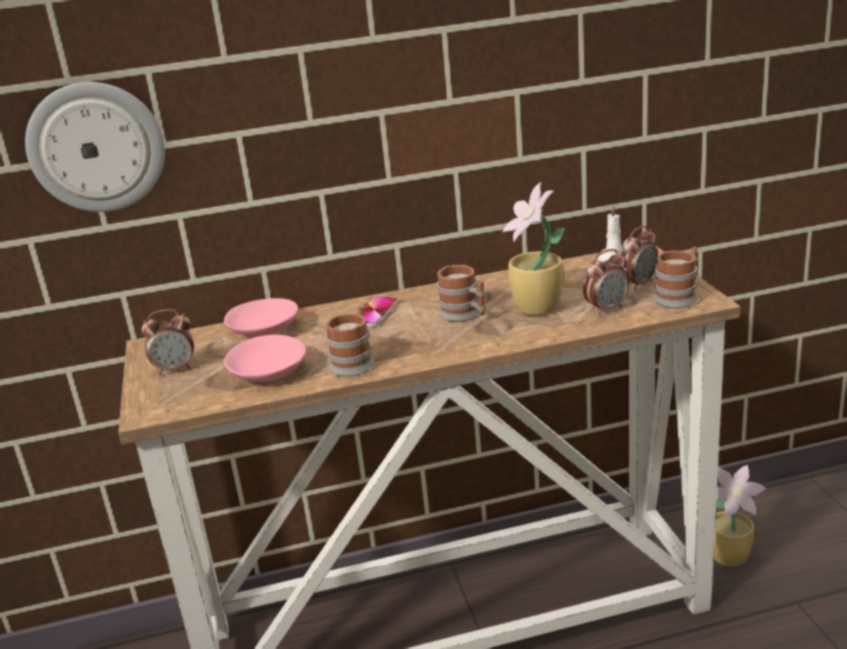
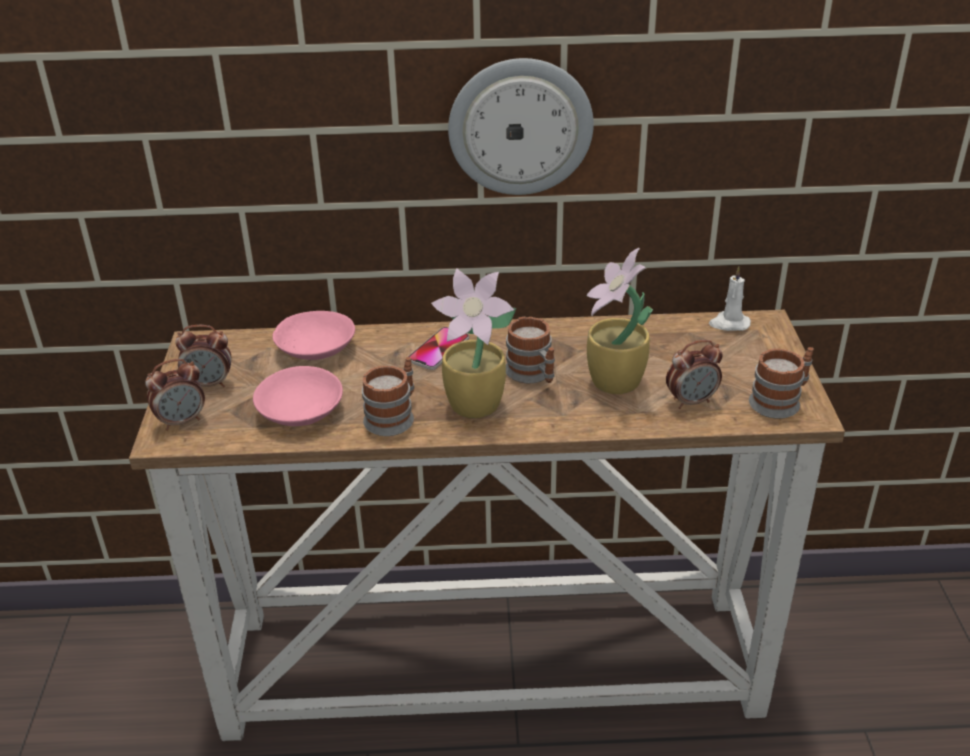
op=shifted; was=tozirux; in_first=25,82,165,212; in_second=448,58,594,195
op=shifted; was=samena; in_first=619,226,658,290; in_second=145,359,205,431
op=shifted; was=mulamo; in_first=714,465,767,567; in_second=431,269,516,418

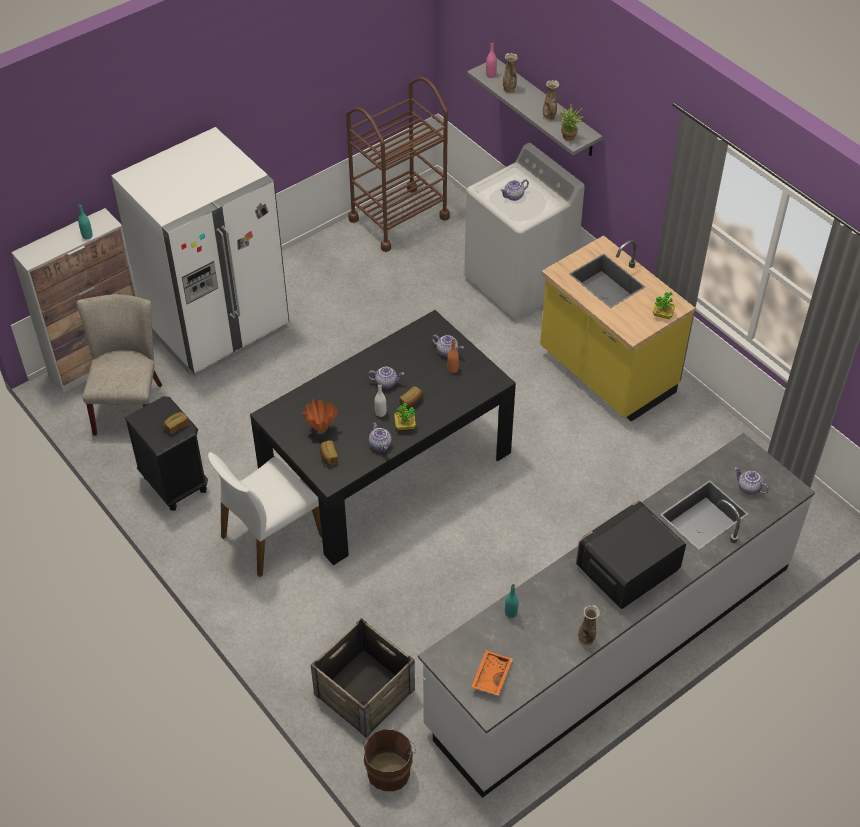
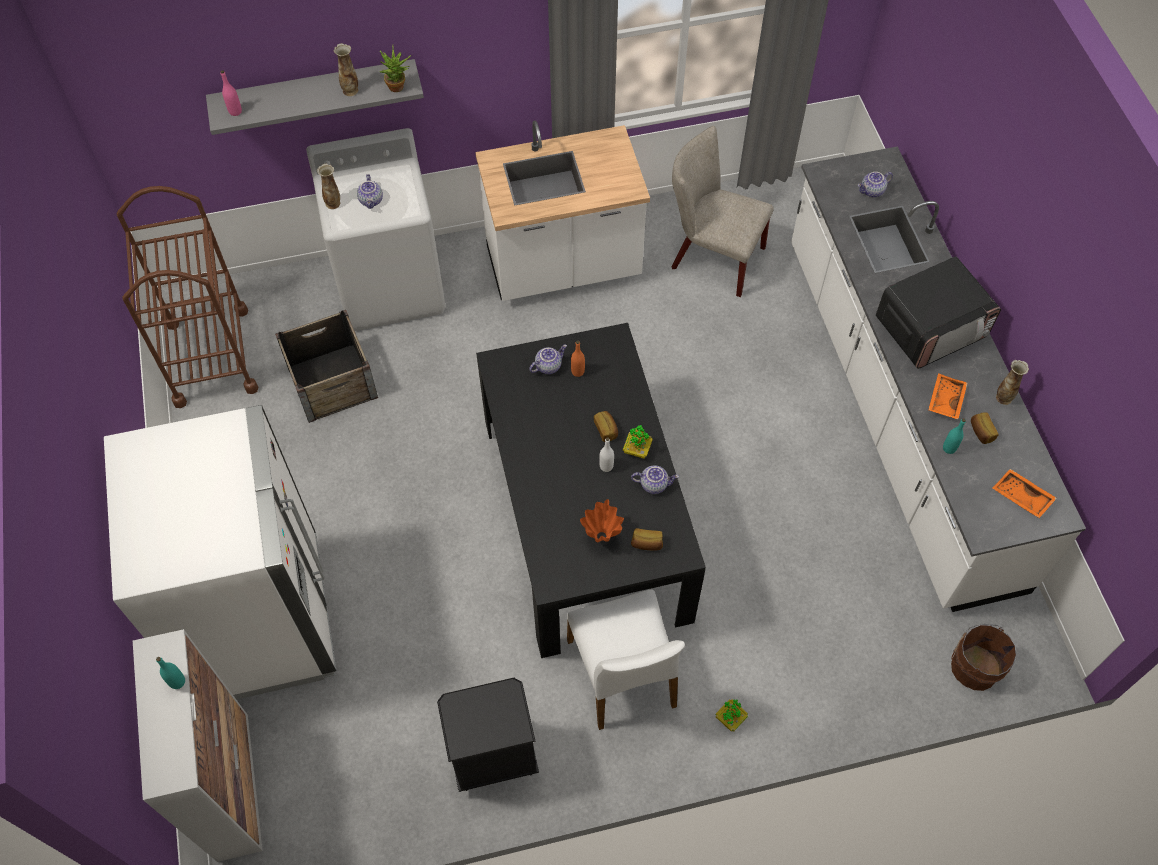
op=gone; was=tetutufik; in_first=368,367,404,389
op=new; now=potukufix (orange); in_second=928,373,968,420
op=shifted; was=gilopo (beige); in_first=77,294,162,436; in_second=672,126,774,297
op=shifted; was=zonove; in_first=163,412,188,435; in_second=971,412,999,444
op=shifted; was=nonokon; in_first=311,618,415,737; in_second=275,310,378,423
op=shifted; was=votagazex; in_first=503,53,518,93; in_second=317,164,340,209
op=shifted; was=mulamo; in_first=653,292,675,320; in_second=715,699,748,732
op=repainted; was=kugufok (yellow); now=kugufok (white); in_first=540,235,695,422; in_second=475,121,650,301
op=rotated; was=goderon; in_first=576,501,686,609; in_second=876,257,1001,369; clockwise=-105

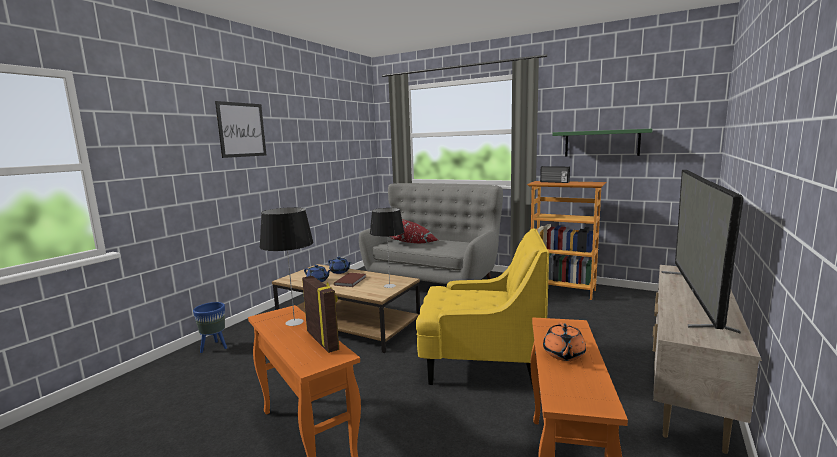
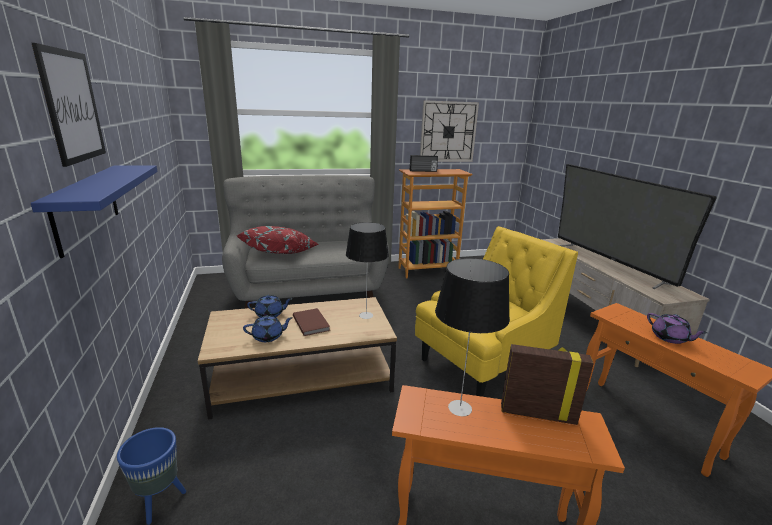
op=new; now=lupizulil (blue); in_second=31,165,158,258
op=swapped; was=lupizulil (green); now=tozirux; in_first=552,129,653,156; in_second=420,100,479,162
op=repainted; was=tetutufik (orange); now=tetutufik (purple); in_first=543,322,586,361; in_second=647,313,707,344

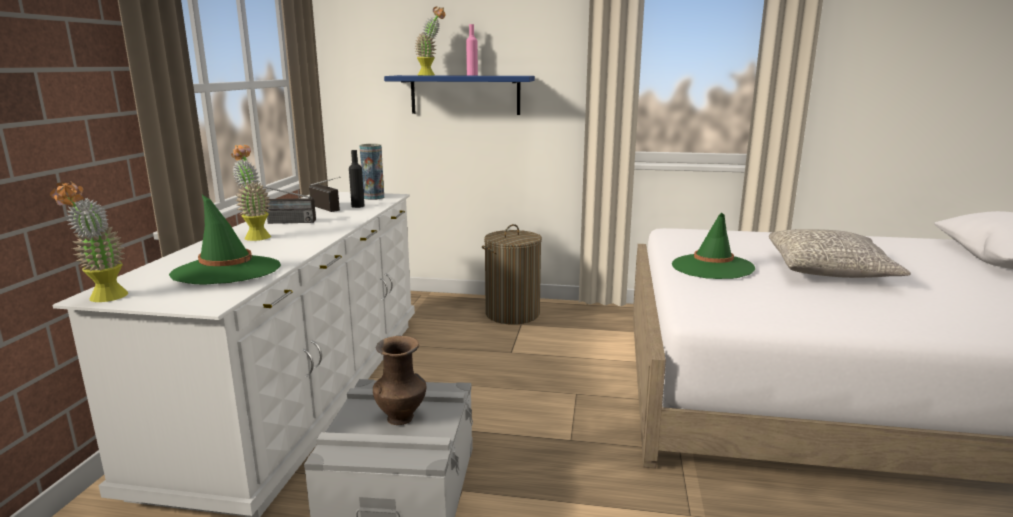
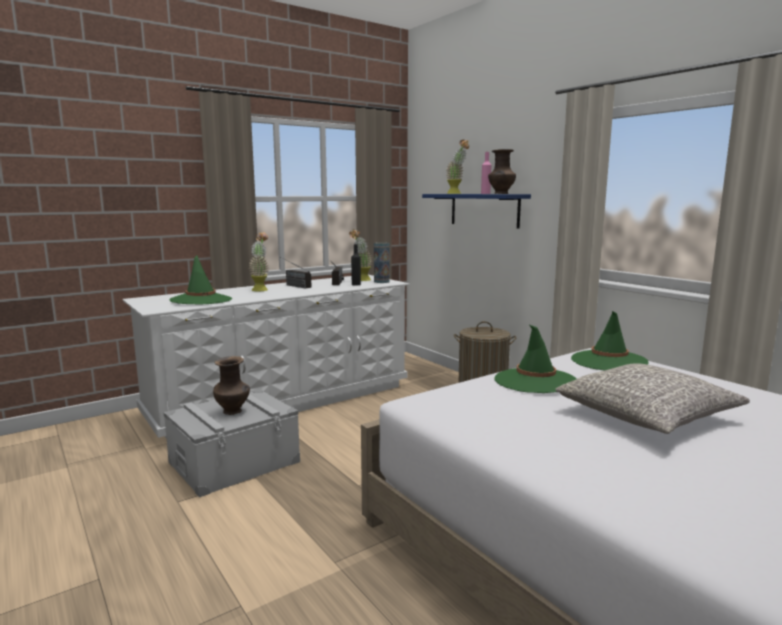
op=new; now=votagazex (brown); in_second=488,149,516,194
op=new; now=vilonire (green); in_second=571,311,649,370
op=shifted; was=mulamo; in_first=50,182,128,302; in_second=349,229,372,281

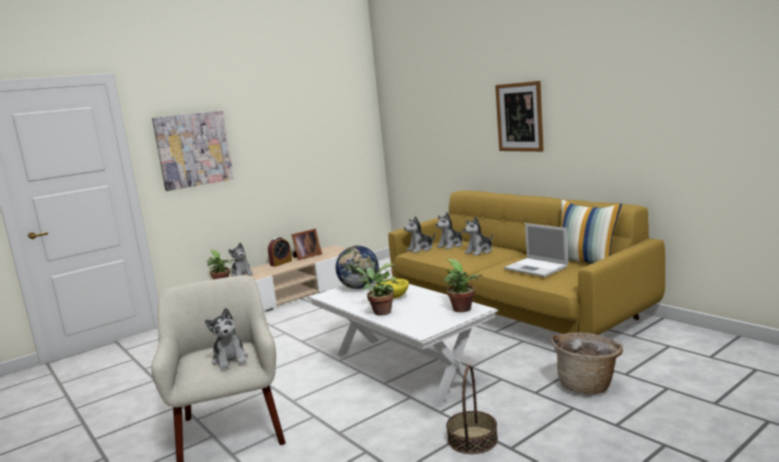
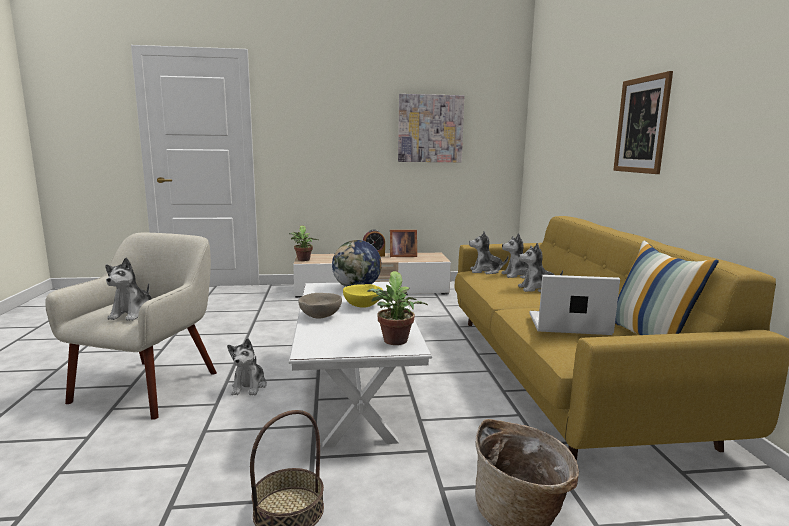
op=shifted; was=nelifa; in_first=152,110,234,191; in_second=398,94,465,162
op=shifted; was=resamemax; in_first=228,243,253,277; in_second=227,338,267,396
op=swapped; was=mulamo; now=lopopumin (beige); in_first=355,263,399,316; in_second=298,293,342,319
op=rotated; was=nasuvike; in_first=504,223,568,277; in_second=529,275,620,335; clockwise=105

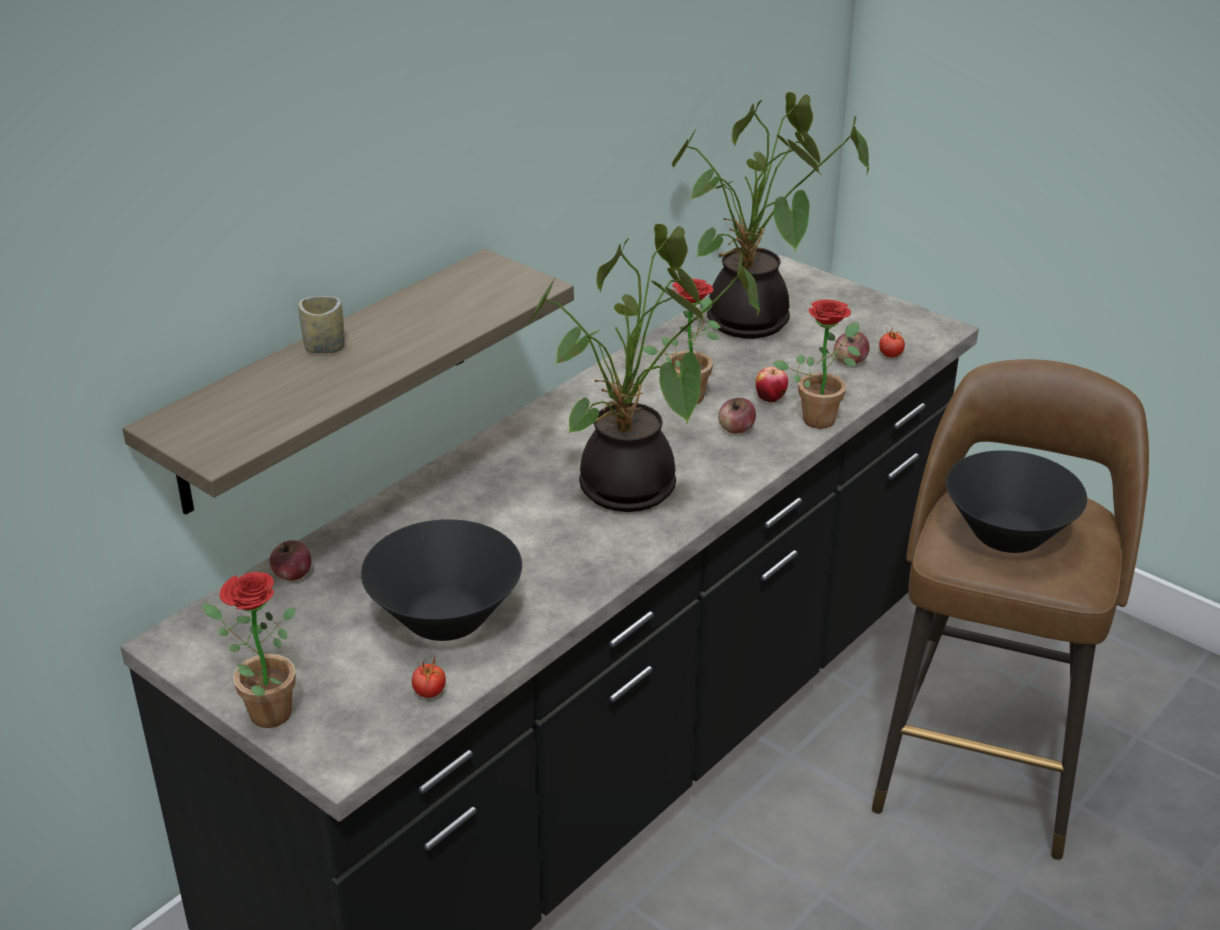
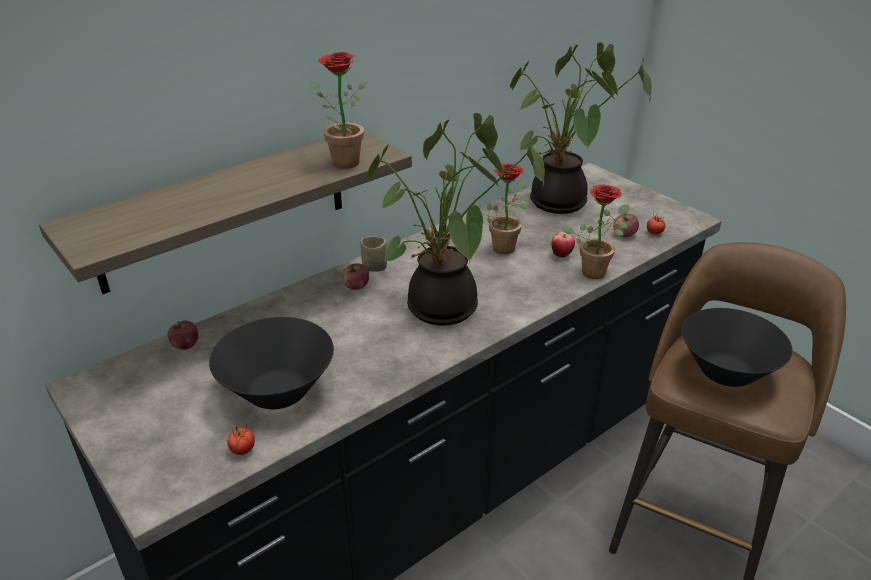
op=shifted; was=mulamo; in_first=202,572,296,728; in_second=309,52,367,169
op=shifted; was=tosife; in_first=298,296,345,354; in_second=360,236,387,272
op=shifted; was=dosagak; in_first=718,398,756,434; in_second=342,263,369,290

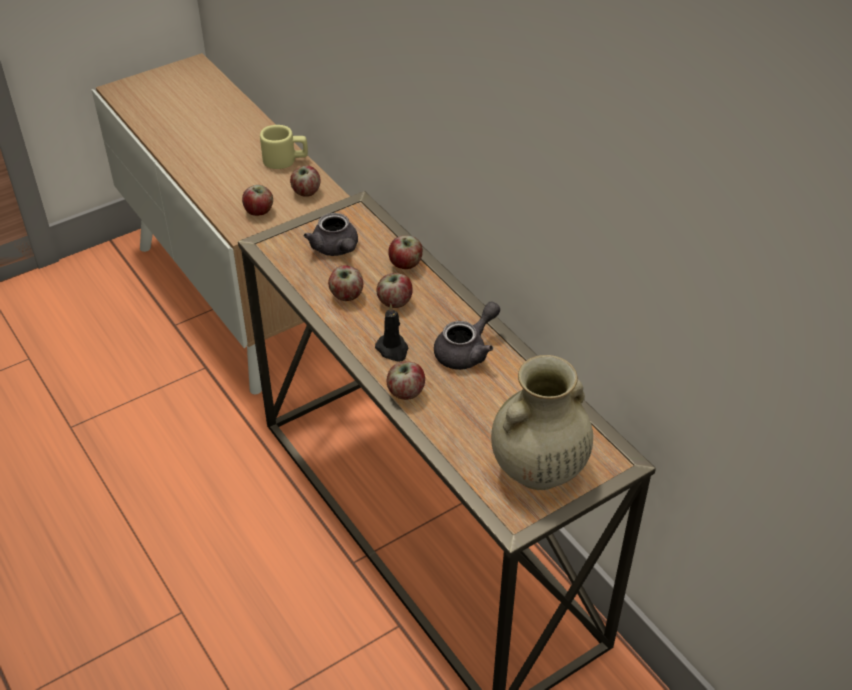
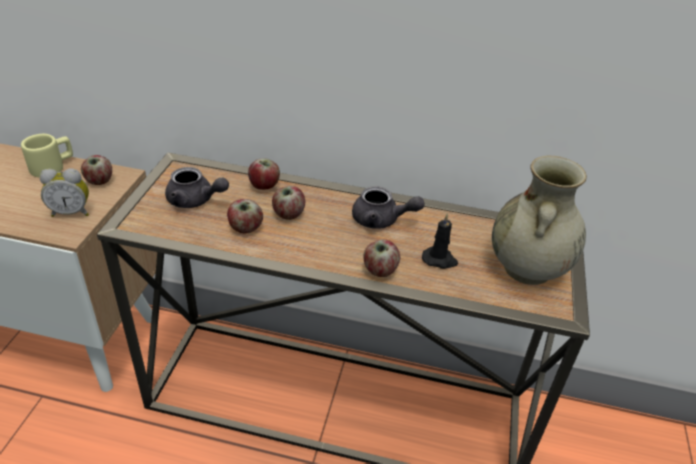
op=shifted; was=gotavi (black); in_first=375,304,408,362; in_second=422,213,458,269
op=swapped; was=dosagak; now=samena; in_first=242,185,273,216; in_second=40,168,89,217
op=rotated; was=tetutufik (grey); in_first=434,301,500,370; in_second=352,186,425,229; clockwise=105

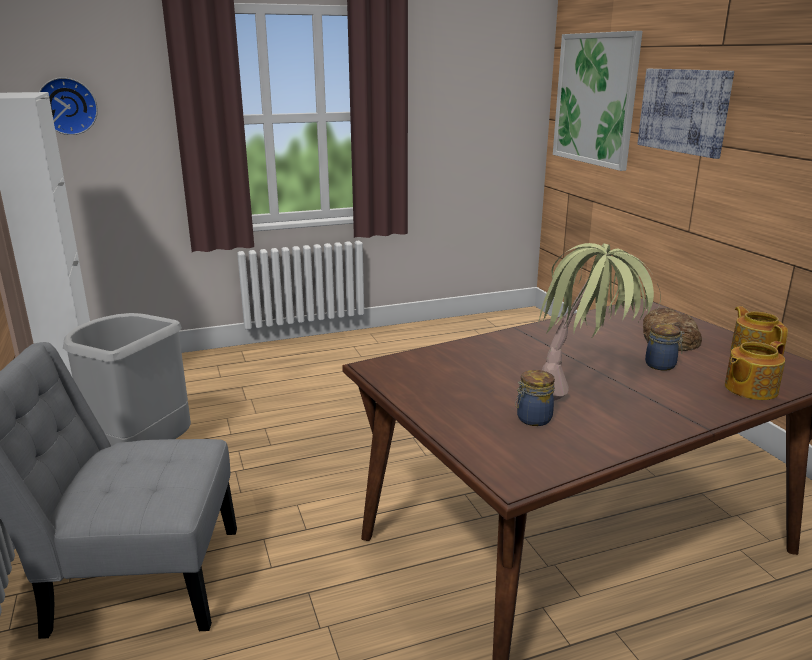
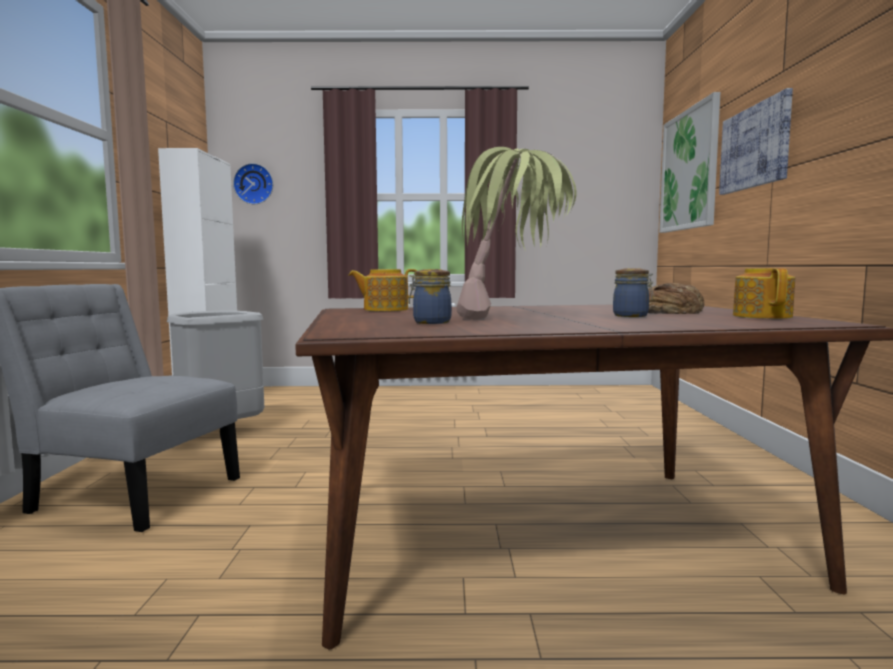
op=shifted; was=tetutufik; in_first=725,341,785,400; in_second=348,269,418,311

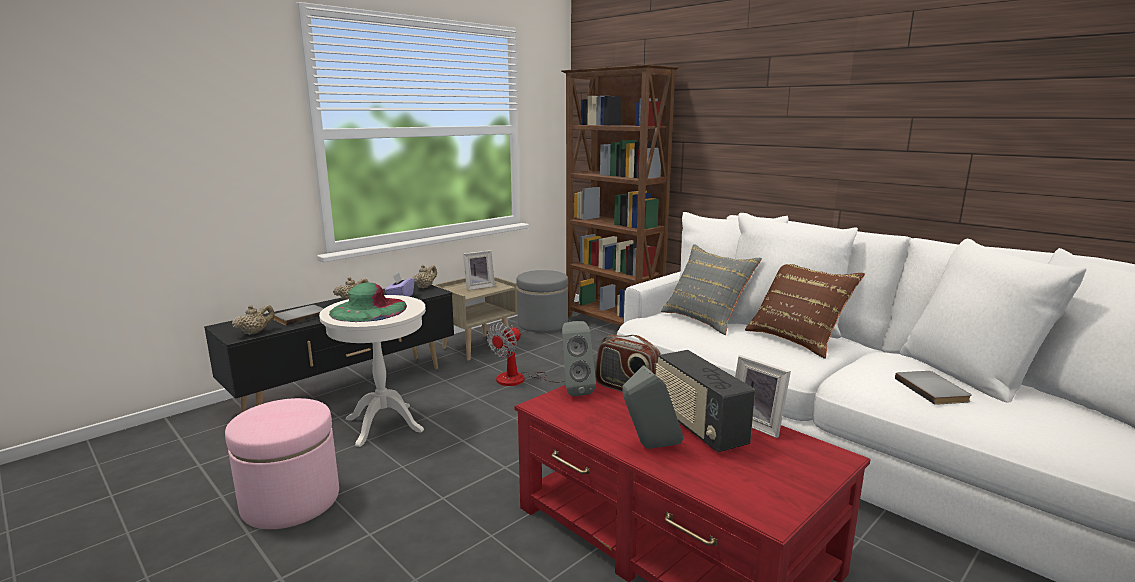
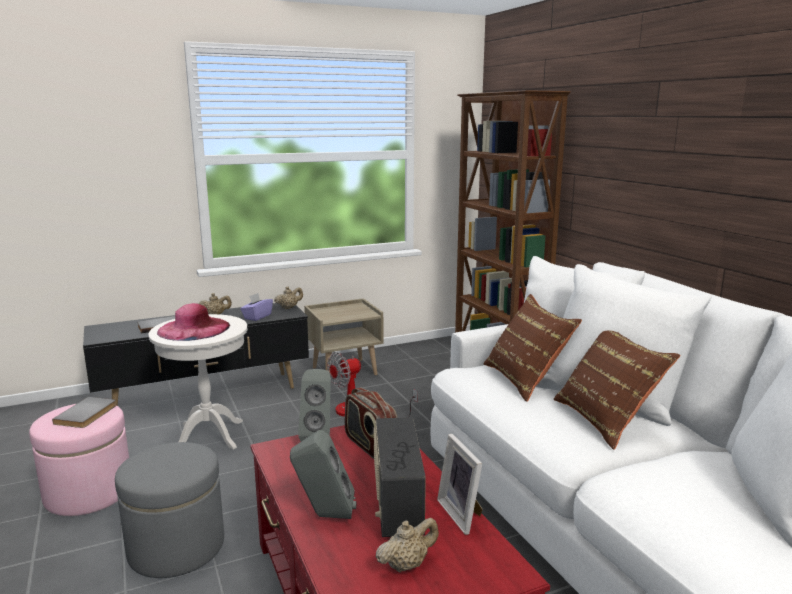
op=gone; was=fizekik; in_first=463,250,495,290
op=shifted; was=tetutufik (beige); in_first=232,305,275,335; in_second=376,518,439,573
op=shifted; was=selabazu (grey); in_first=516,270,568,333; in_second=115,442,224,578
op=shifted; was=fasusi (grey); in_first=895,371,972,405; in_second=52,397,116,428
op=repainted; was=vilonire (green); now=vilonire (pink); in_first=329,282,407,322; in_second=157,303,230,341
op=repainted; was=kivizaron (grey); now=kivizaron (brown); in_first=661,244,762,335; in_second=484,294,582,402

